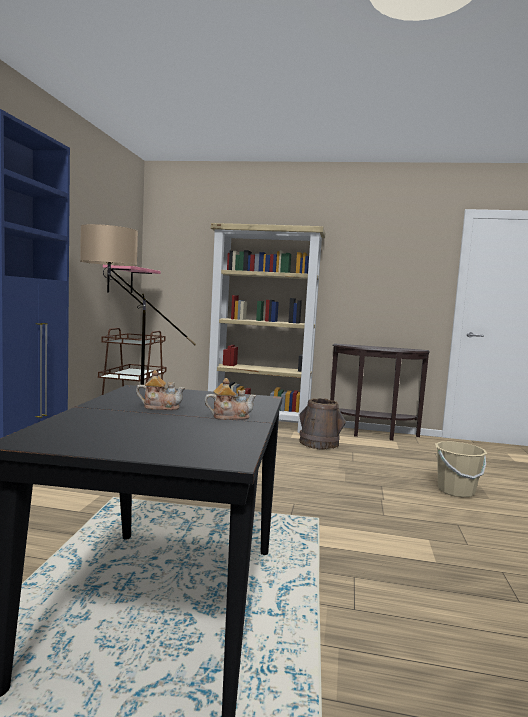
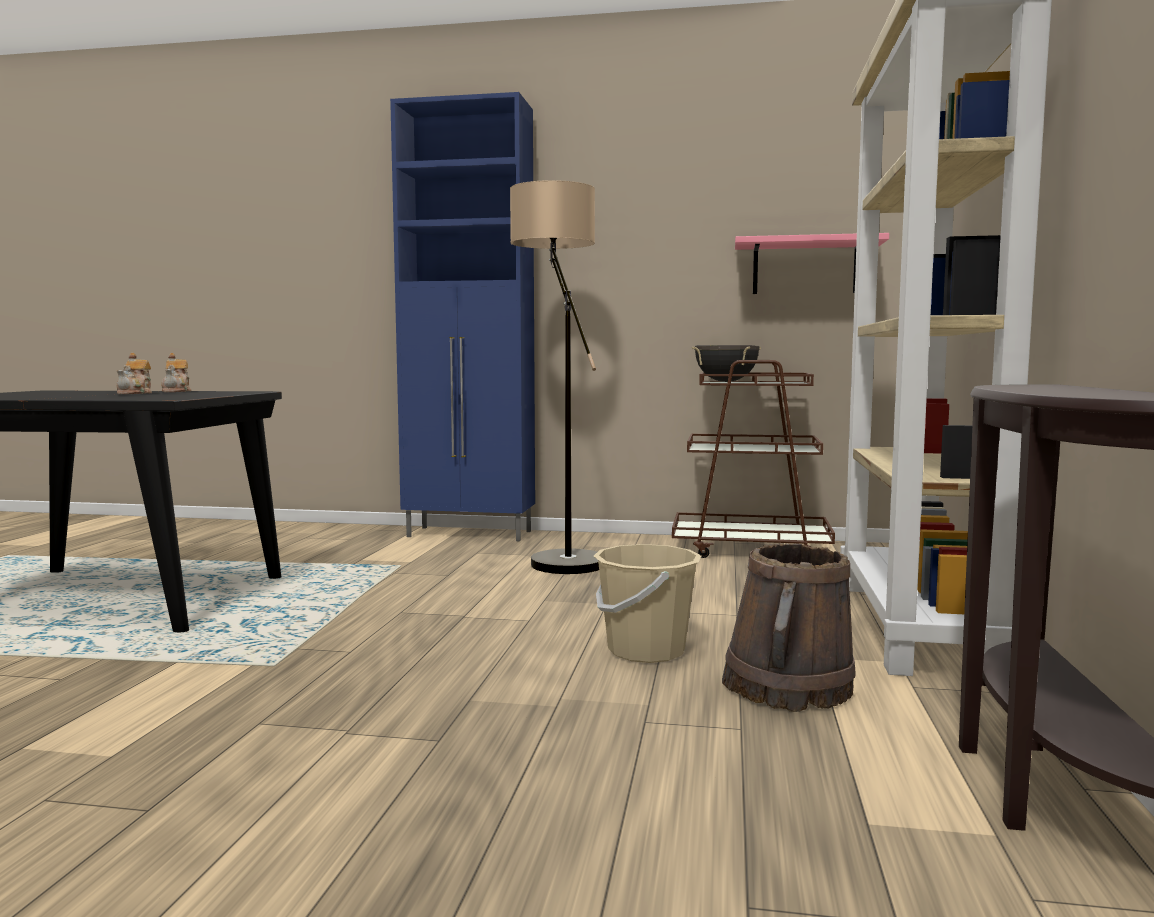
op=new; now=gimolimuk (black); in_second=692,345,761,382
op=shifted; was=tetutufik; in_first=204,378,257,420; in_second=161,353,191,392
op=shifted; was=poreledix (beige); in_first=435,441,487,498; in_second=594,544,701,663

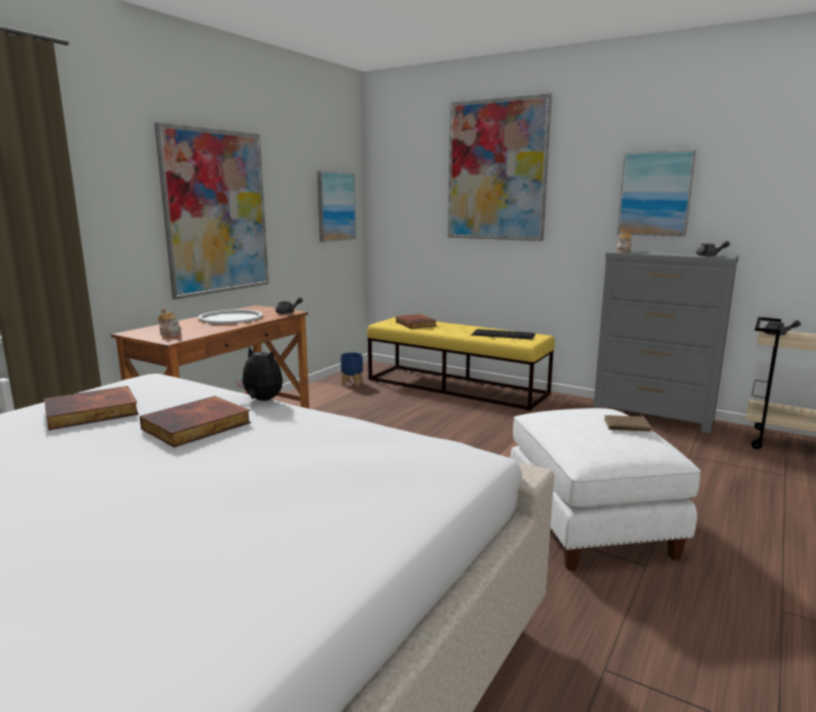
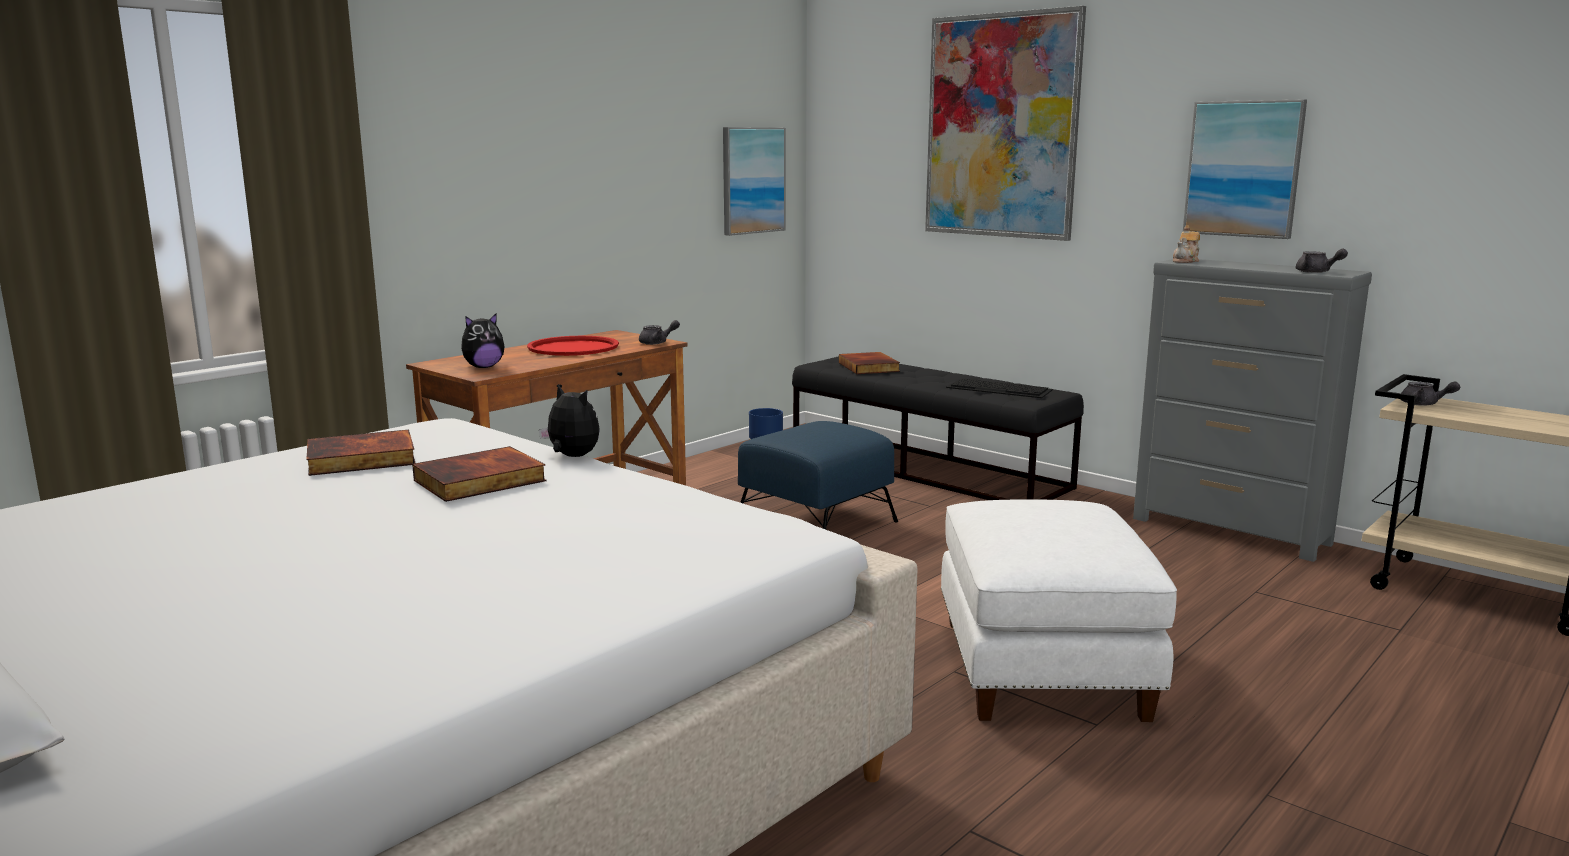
op=gone; was=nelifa; in_first=154,122,269,300
op=gone; was=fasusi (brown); in_first=604,415,654,432
op=new; now=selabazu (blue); in_second=738,421,898,530
op=swapped; was=tetutufik; now=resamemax; in_first=158,308,182,337; in_second=461,313,505,368
op=repainted; was=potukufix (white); now=potukufix (red); in_first=198,310,263,324; in_second=527,336,619,356
op=repainted; was=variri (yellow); now=variri (black); in_first=367,317,555,411; in_second=792,356,1084,500

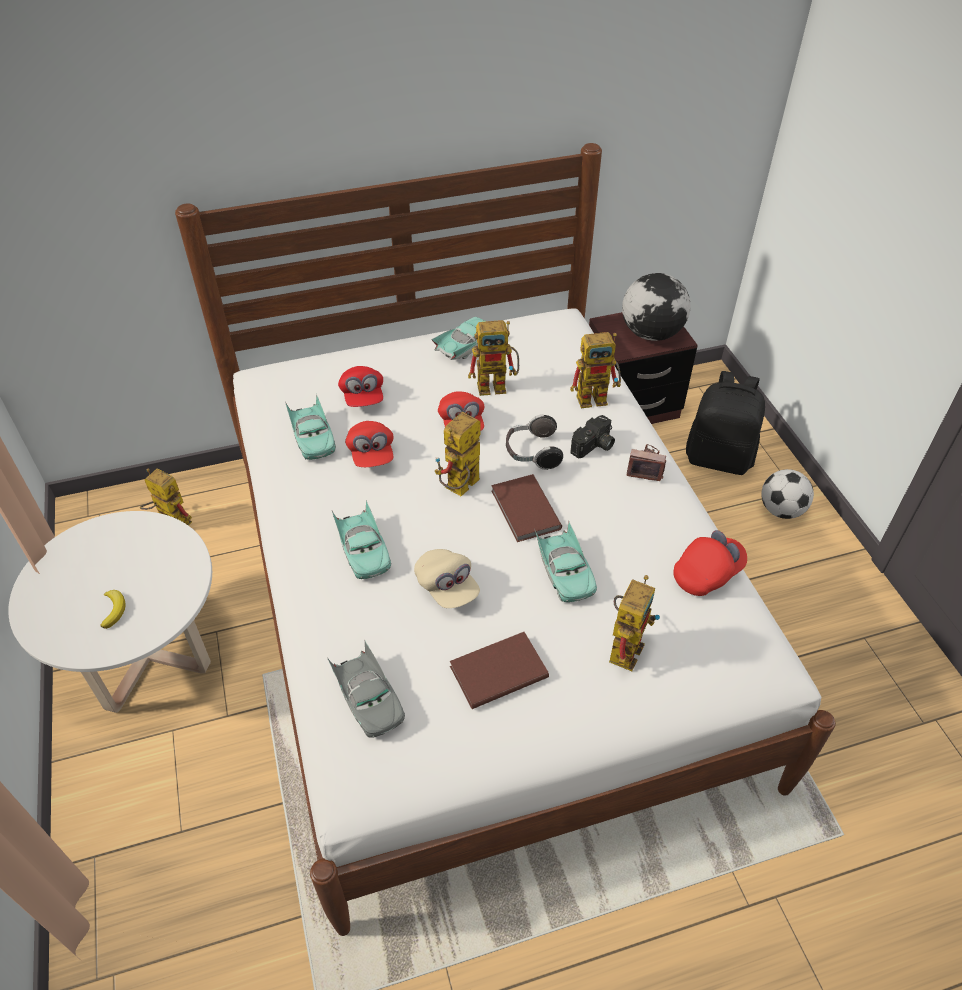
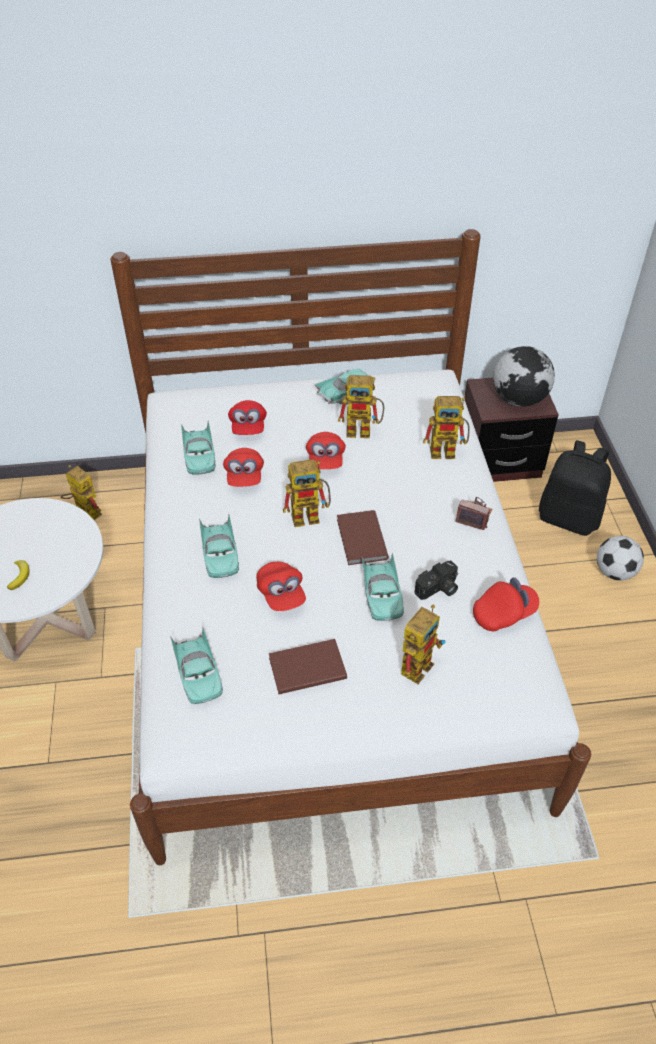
op=gone; was=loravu; in_first=506,414,563,470
op=shifted; was=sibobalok; in_first=571,415,615,459; in_second=414,560,458,600
op=repainted; was=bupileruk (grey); now=bupileruk (turquoise); in_first=327,641,405,738; in_second=170,627,223,704
op=repainted; was=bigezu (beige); now=bigezu (red); in_first=414,549,480,608; in_second=256,562,306,611
op=rotated; was=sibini; in_first=435,412,480,496; in_second=283,459,331,527; clockwise=-150

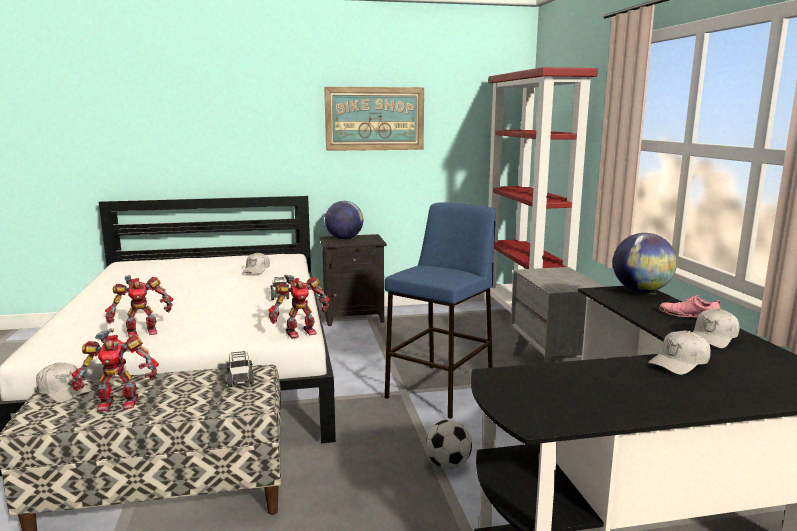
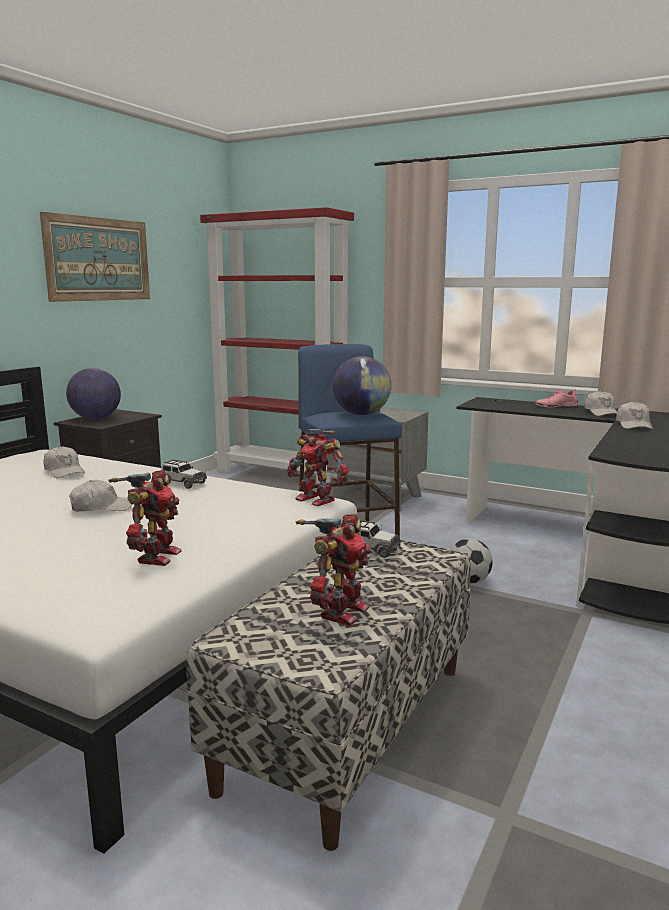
op=shifted; was=bigezu (white); in_first=36,362,92,403; in_second=69,480,132,512
op=shifted; was=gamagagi; in_first=613,233,677,292; in_second=333,356,391,415
op=rotated; was=sibini; in_first=268,275,330,339; in_second=287,429,349,506; clockwise=120

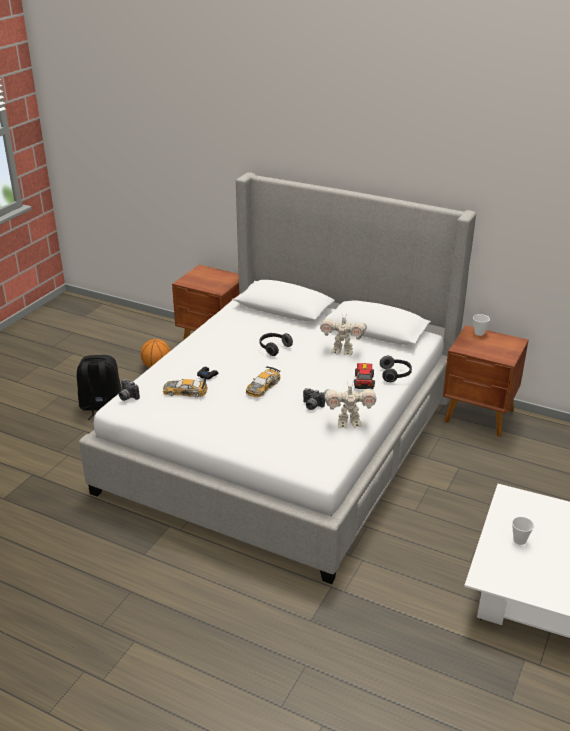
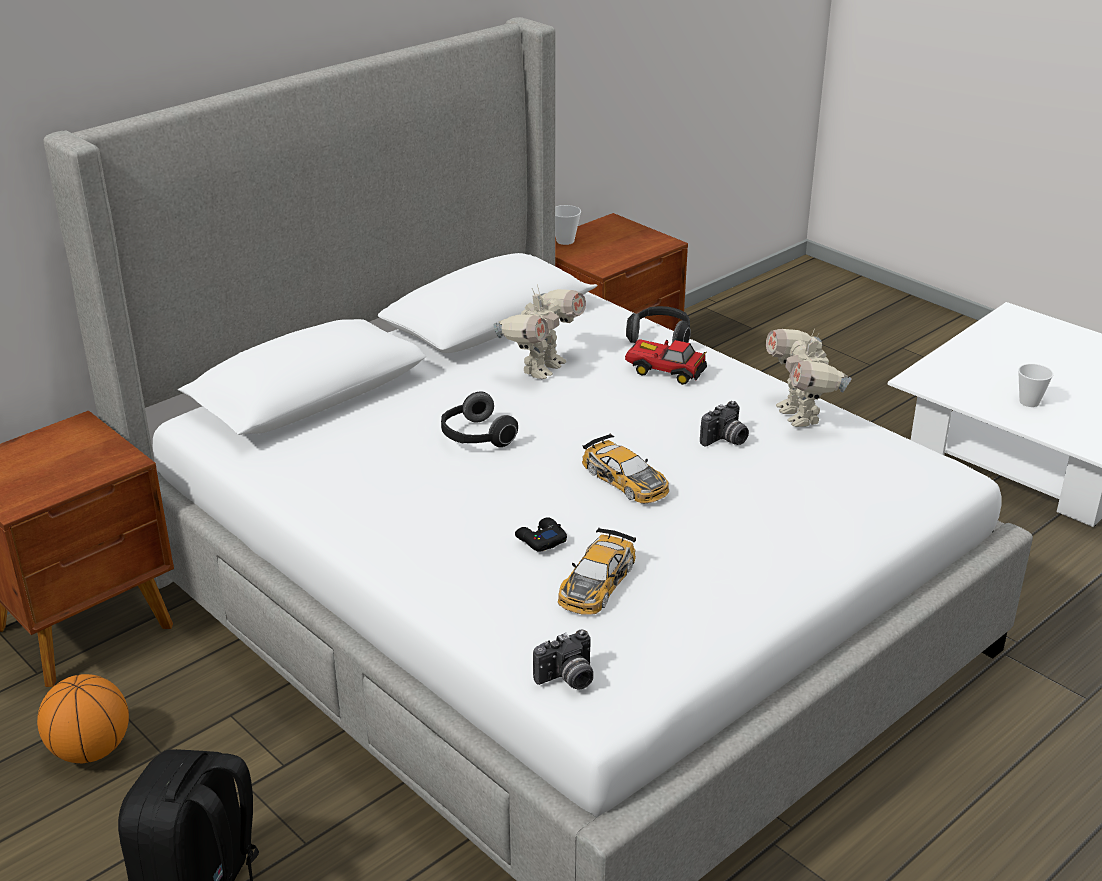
op=rotated; was=sibini; in_first=324,381,376,428; in_second=766,328,852,427; clockwise=150

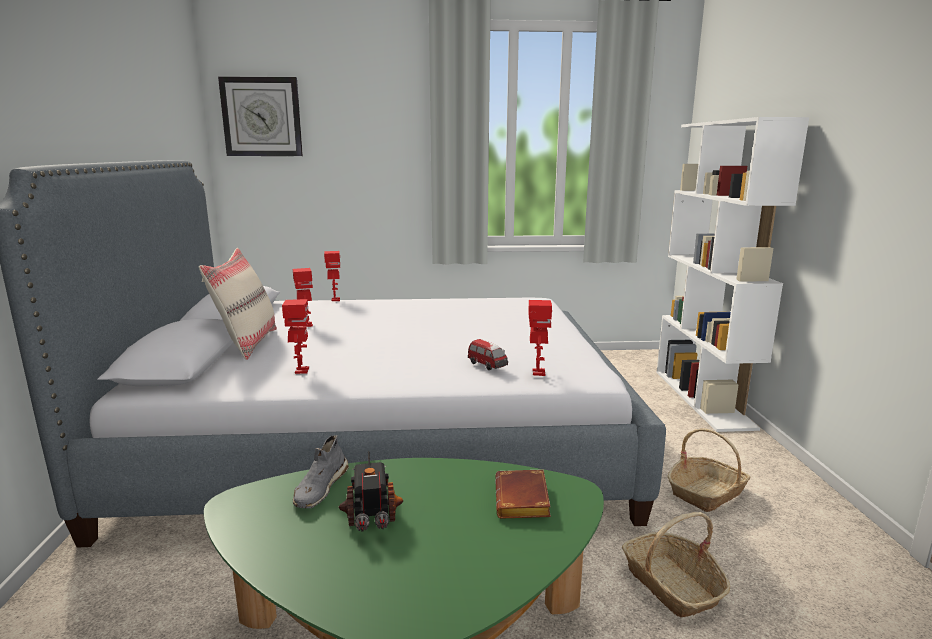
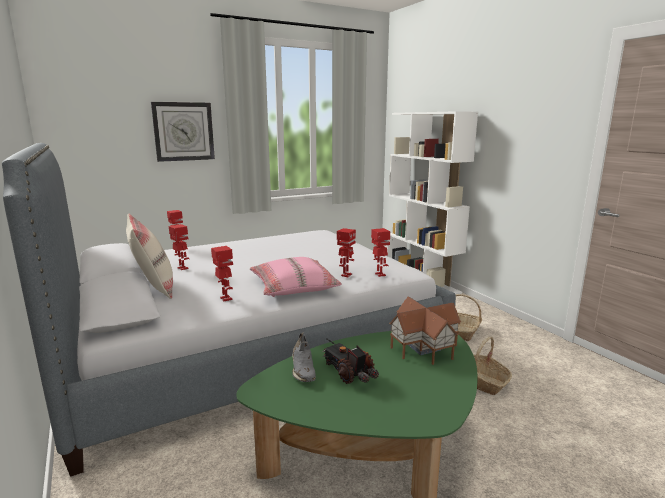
op=new; now=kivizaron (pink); in_second=250,257,342,297
op=shifted; was=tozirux; in_first=218,76,303,156; in_second=151,102,215,162
op=swapped; was=bupileruk; now=sibini; in_first=468,339,508,370; in_second=337,228,356,277
op=swapped; was=fasusi (brown); now=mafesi; in_first=495,469,551,519; in_second=389,296,461,365

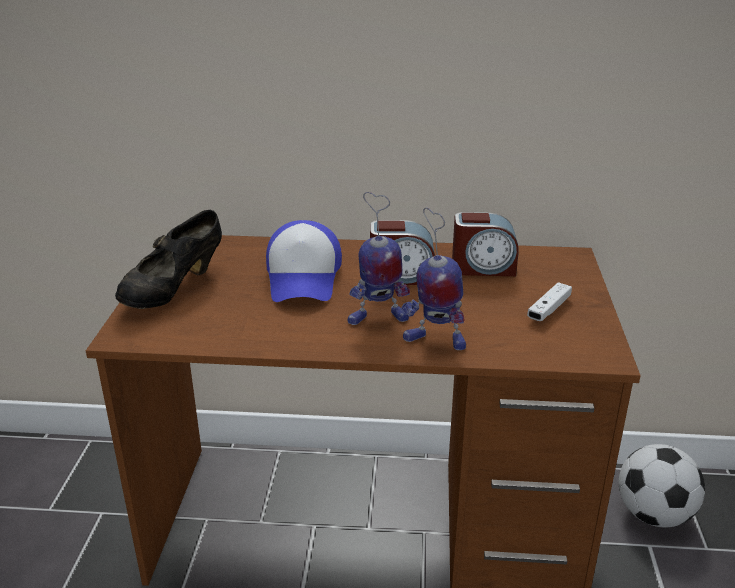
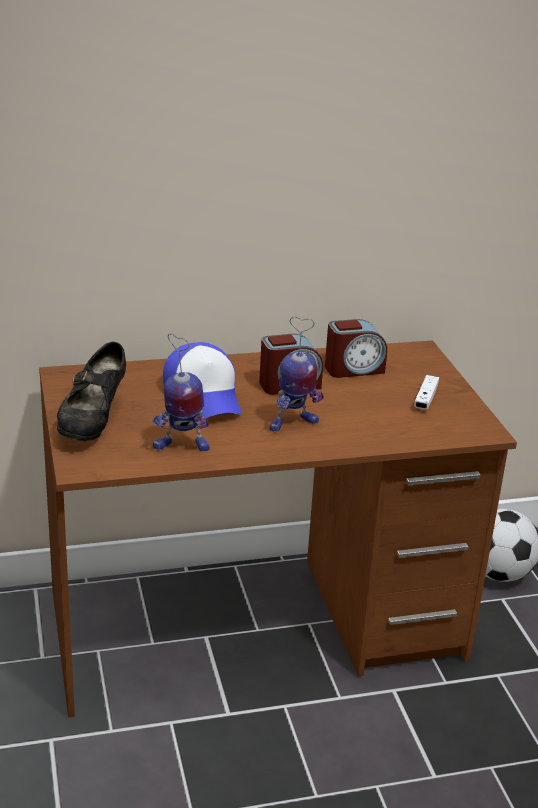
op=shifted; was=sibini; in_first=401,208,466,350; in_second=152,334,210,452

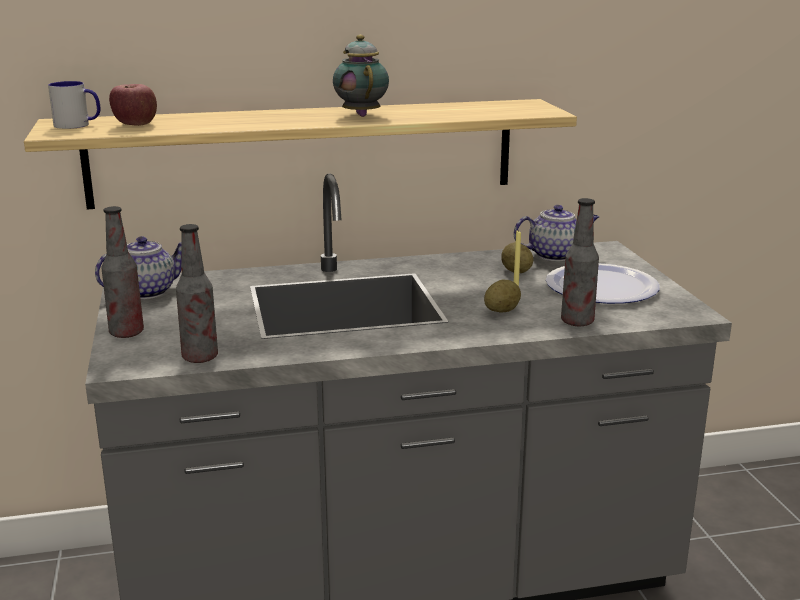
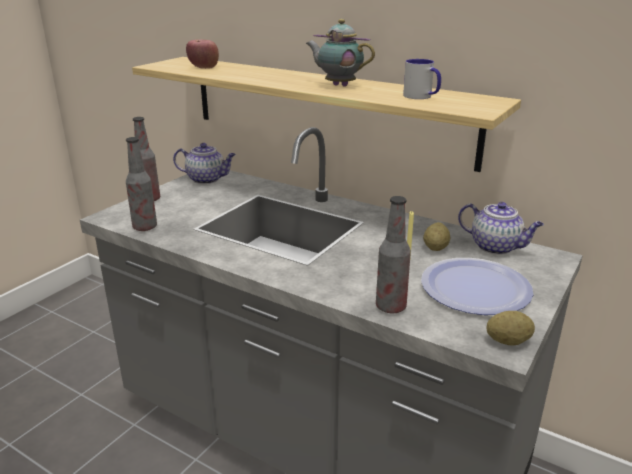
op=shifted; was=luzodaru; in_first=48,81,101,129; in_second=403,59,441,99
op=shifted; was=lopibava; in_first=484,280,521,313; in_second=486,311,535,345
op=rotated; was=tetutufik; in_first=333,35,389,117; in_second=306,19,375,87; clockwise=-90

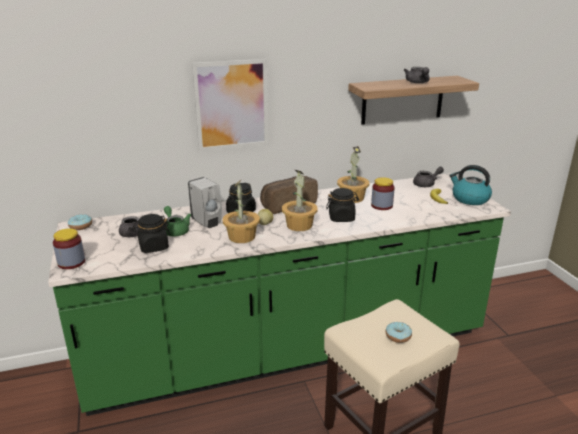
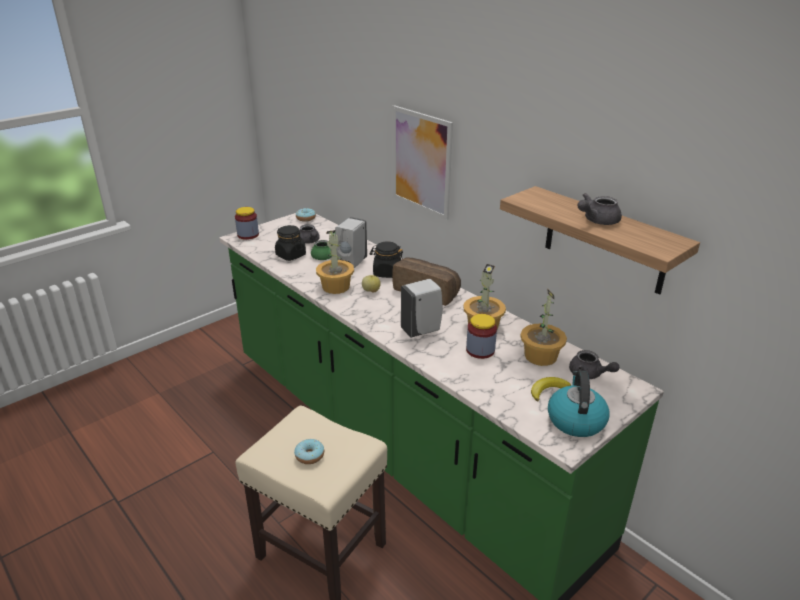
op=shifted; was=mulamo; in_first=282,170,318,231; in_second=520,289,567,366
op=swapped; was=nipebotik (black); now=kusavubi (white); in_first=326,188,359,222; in_second=401,279,443,338

